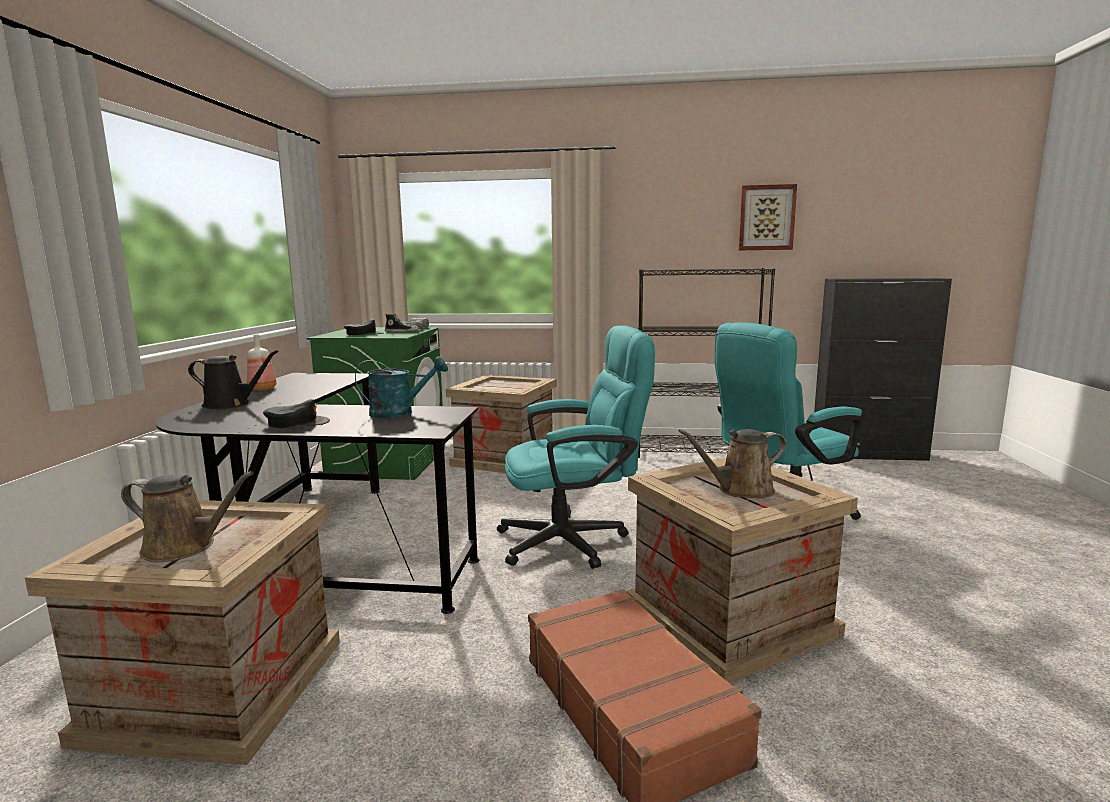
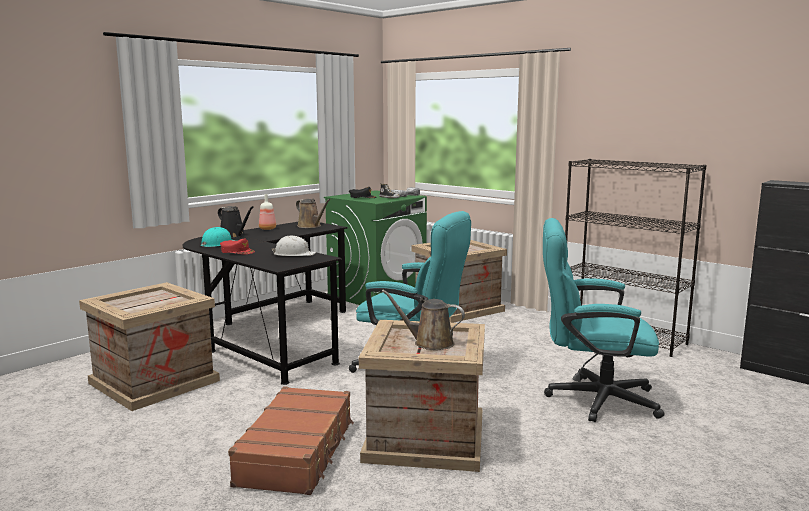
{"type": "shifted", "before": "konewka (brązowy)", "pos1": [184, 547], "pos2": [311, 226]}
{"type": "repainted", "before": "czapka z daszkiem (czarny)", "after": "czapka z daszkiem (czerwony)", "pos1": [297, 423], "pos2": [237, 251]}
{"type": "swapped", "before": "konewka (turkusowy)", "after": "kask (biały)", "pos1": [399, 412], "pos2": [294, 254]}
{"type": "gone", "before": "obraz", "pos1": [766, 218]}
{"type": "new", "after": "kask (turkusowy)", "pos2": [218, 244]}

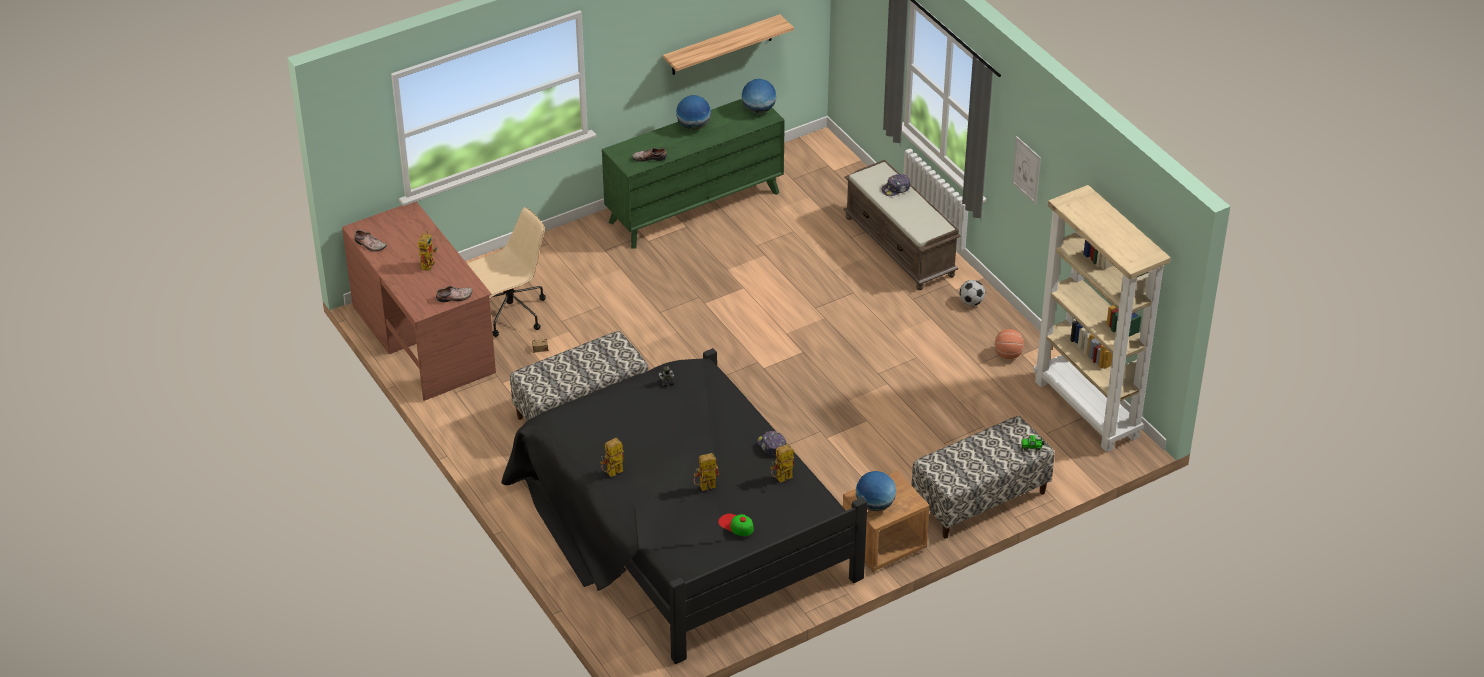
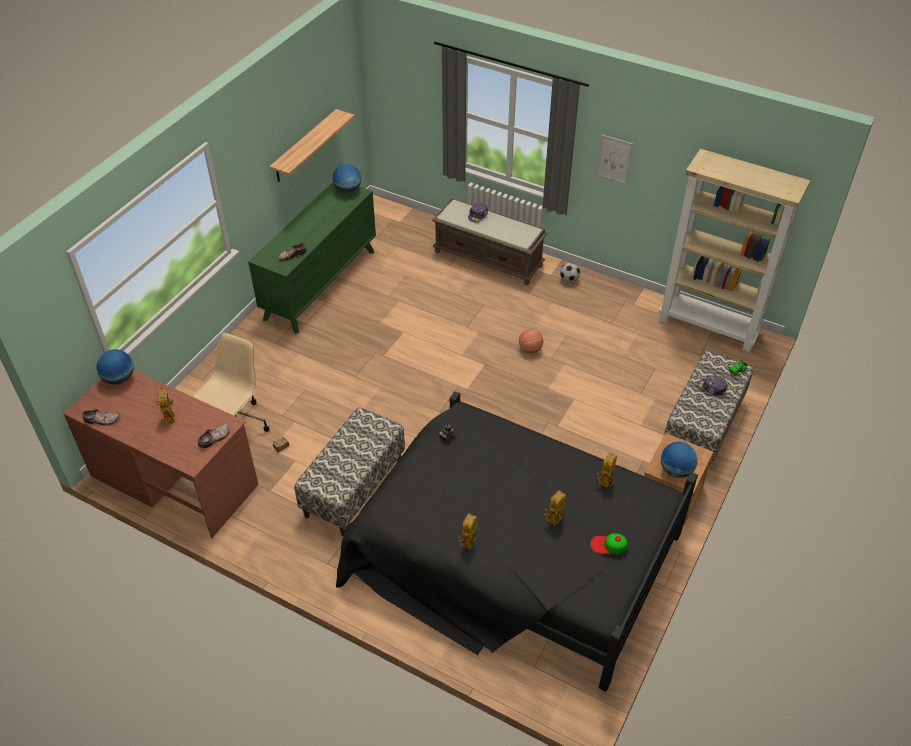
{"type": "shifted", "before": "globus", "pos1": [693, 126], "pos2": [119, 378]}
{"type": "shifted", "before": "czapka z daszkiem", "pos1": [771, 446], "pos2": [711, 388]}
{"type": "shifted", "before": "piłka do koszykówki", "pos1": [1008, 355], "pos2": [530, 349]}

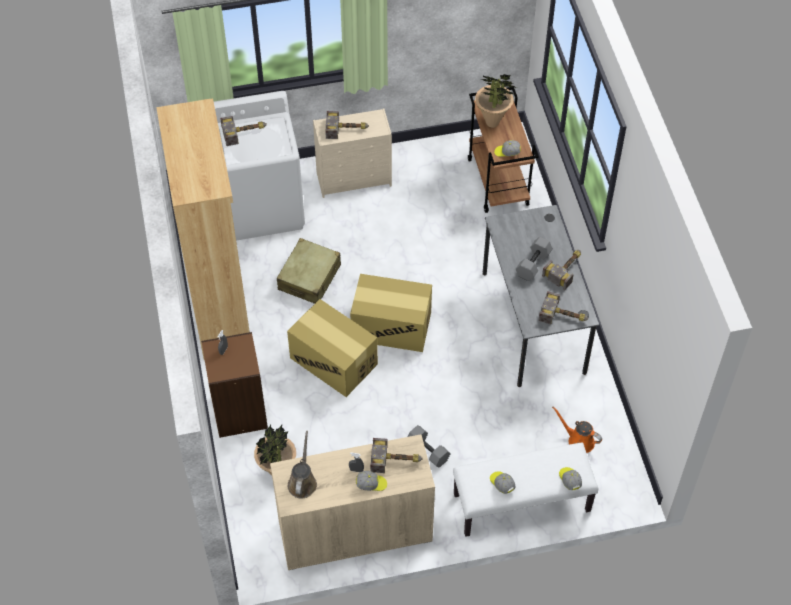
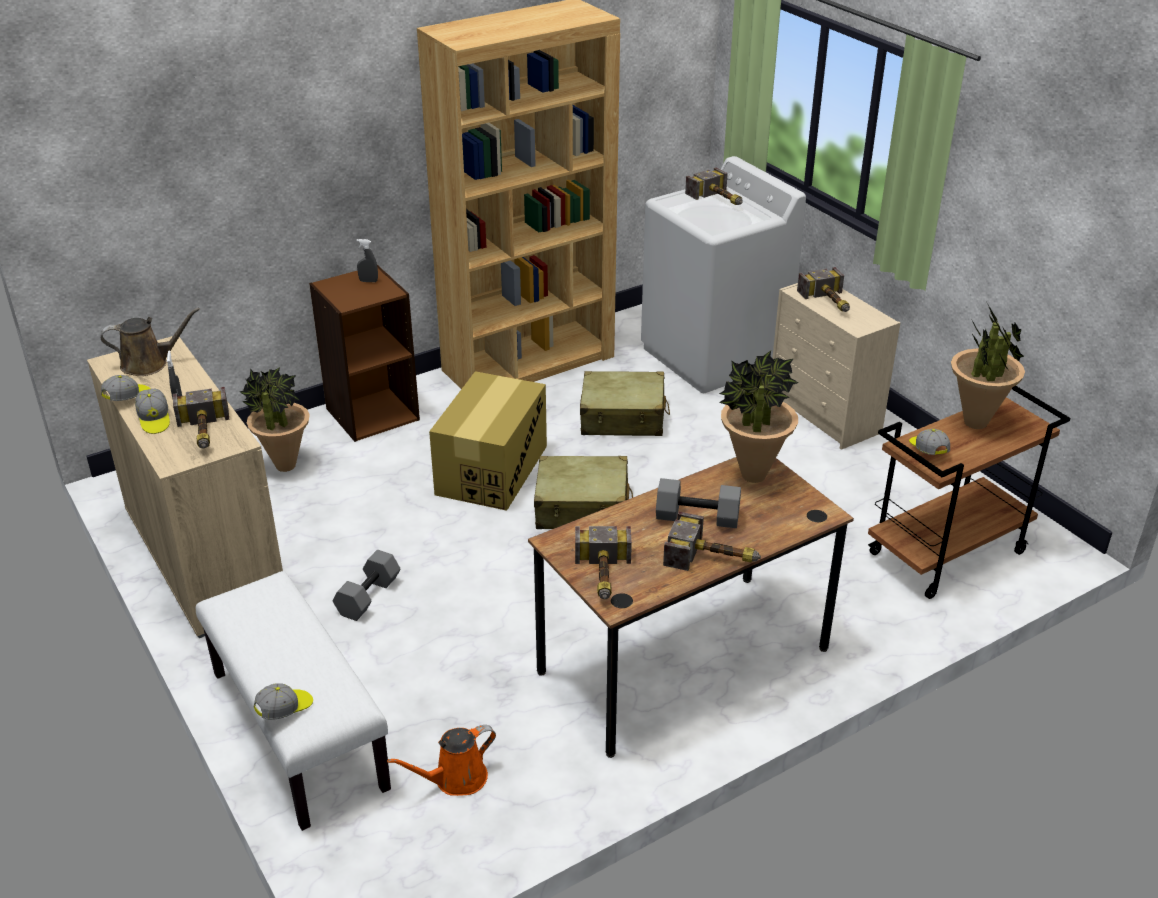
{"type": "swapped", "before": "karton", "after": "walizka (beżowy)", "pos1": [391, 326], "pos2": [582, 507]}
{"type": "repainted", "before": "biurko (szary)", "after": "biurko (brązowy)", "pos1": [533, 322], "pos2": [683, 660]}
{"type": "shifted", "before": "czapka z daszkiem", "pos1": [501, 484], "pos2": [128, 397]}
{"type": "rotated", "before": "konewka (pomarańczowy)", "pos1": [578, 440], "pos2": [455, 779], "turn": -135}
{"type": "new", "after": "roślina doniczkowa", "pos2": [753, 476]}

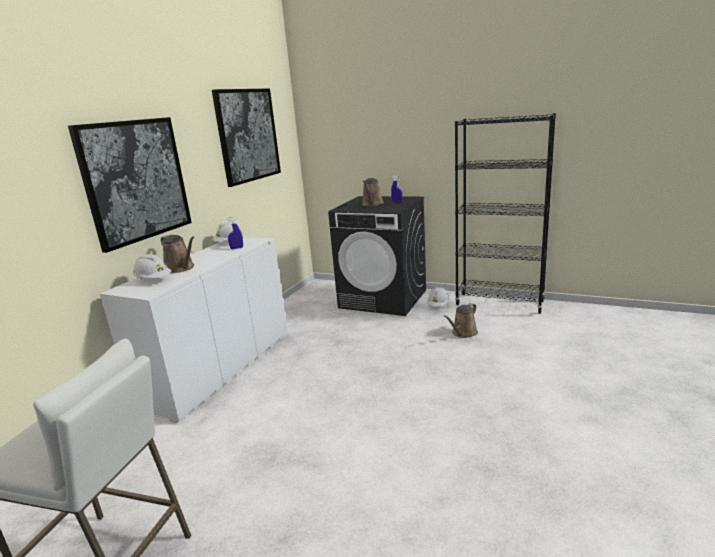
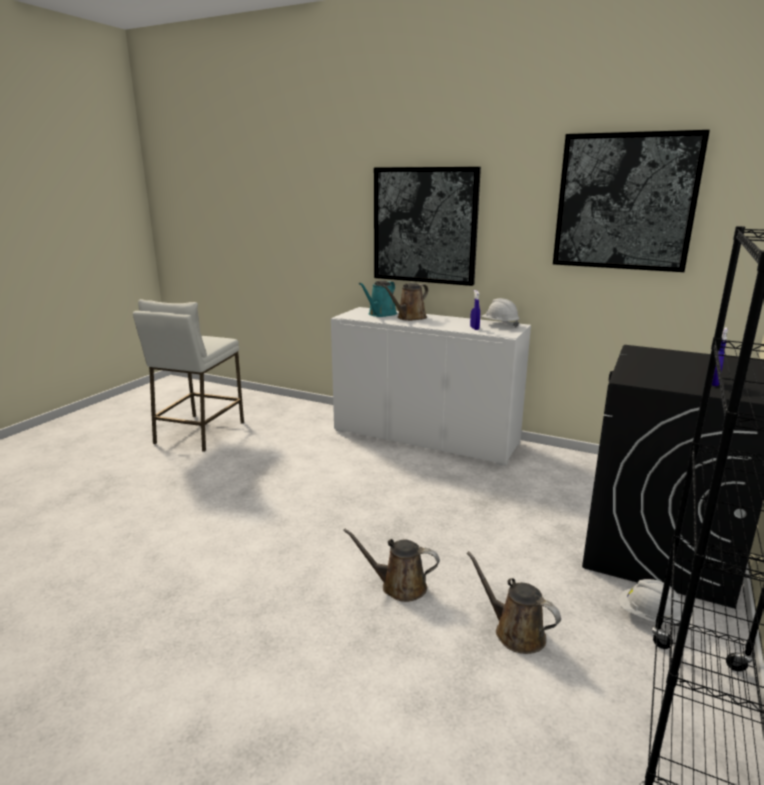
{"type": "swapped", "before": "kask (biały)", "after": "konewka (turkusowy)", "pos1": [153, 280], "pos2": [380, 314]}
{"type": "shifted", "before": "konewka (brązowy)", "pos1": [372, 204], "pos2": [399, 586]}

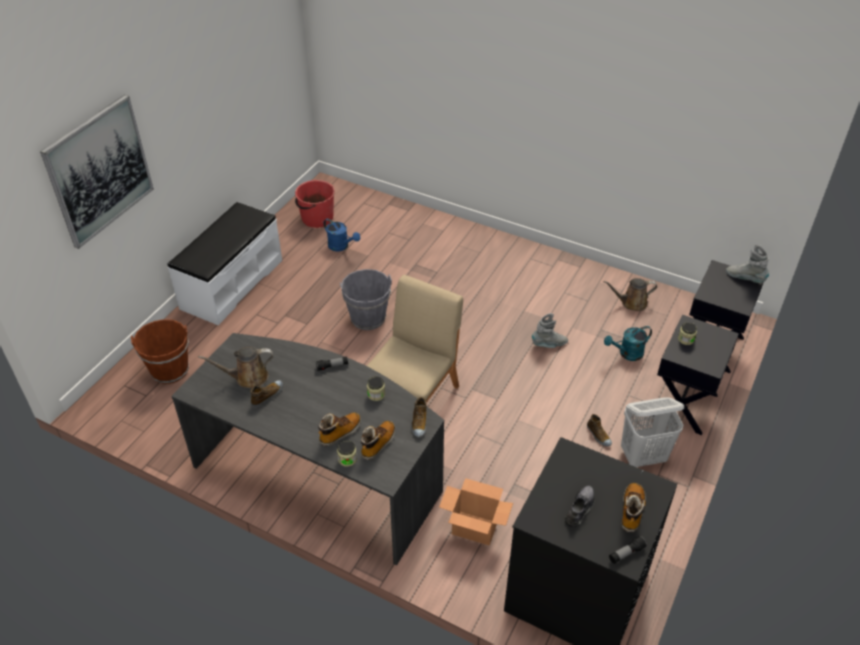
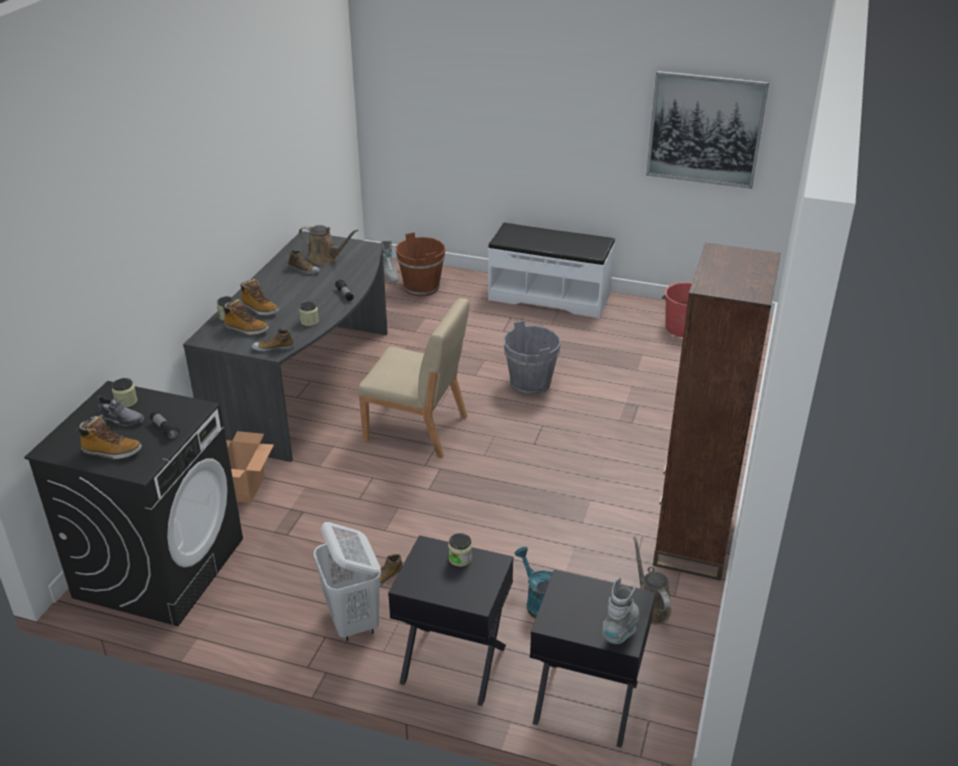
{"type": "shifted", "before": "obraz", "pos1": [99, 171], "pos2": [705, 129]}
{"type": "rotated", "before": "konewka (brązowy)", "pos1": [248, 377], "pos2": [325, 258], "turn": 135}
{"type": "gone", "before": "konewka (niebieski)", "pos1": [341, 246]}
{"type": "shifted", "before": "but z cholewką (szary)", "pos1": [549, 344], "pos2": [388, 275]}
{"type": "shifted", "before": "latarka", "pos1": [626, 553], "pos2": [164, 429]}
{"type": "new", "after": "słoik", "pos2": [126, 402]}
{"type": "new", "after": "regał (brązowy)", "pos2": [693, 540]}

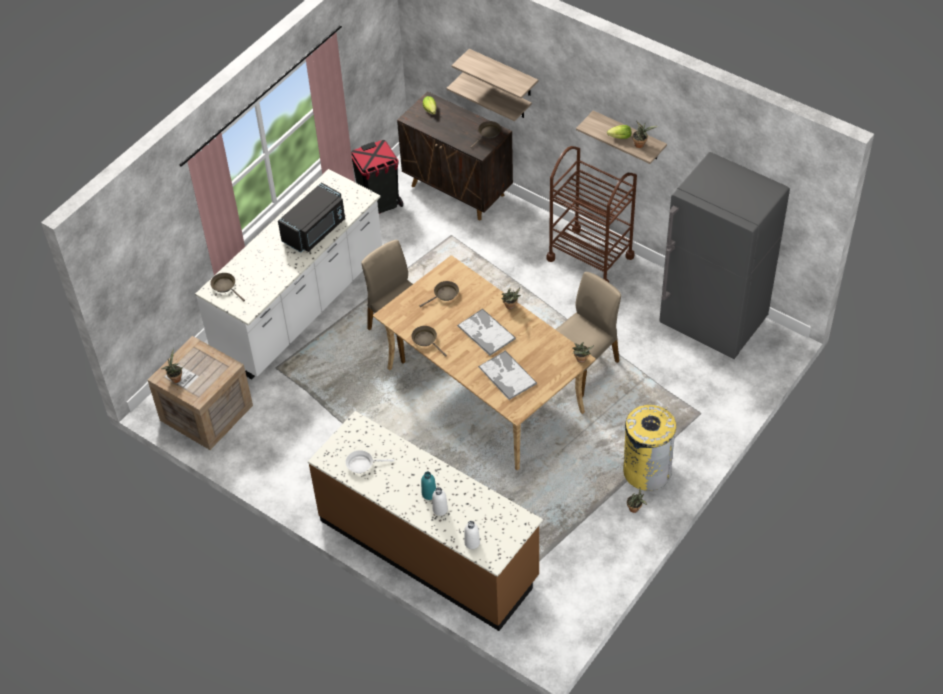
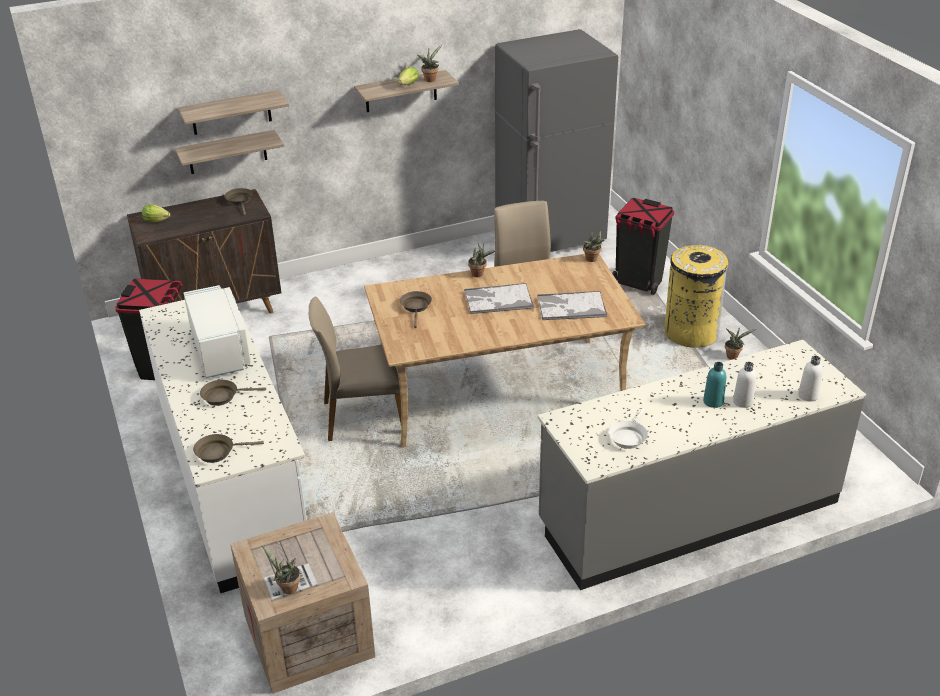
{"type": "repainted", "before": "mikrofalówka (czarny)", "after": "mikrofalówka (biały)", "pos1": [315, 231], "pos2": [221, 350]}
{"type": "repainted", "before": "zabudowa kuchenna (brązowy)", "after": "zabudowa kuchenna (szary)", "pos1": [429, 549], "pos2": [688, 513]}
{"type": "shifted", "before": "patelnia (brązowy)", "pos1": [426, 340], "pos2": [223, 396]}
{"type": "gone", "before": "wózek (brązowy)", "pos1": [590, 257]}
{"type": "new", "after": "kosz na śmieci (czarny)", "pos2": [638, 282]}

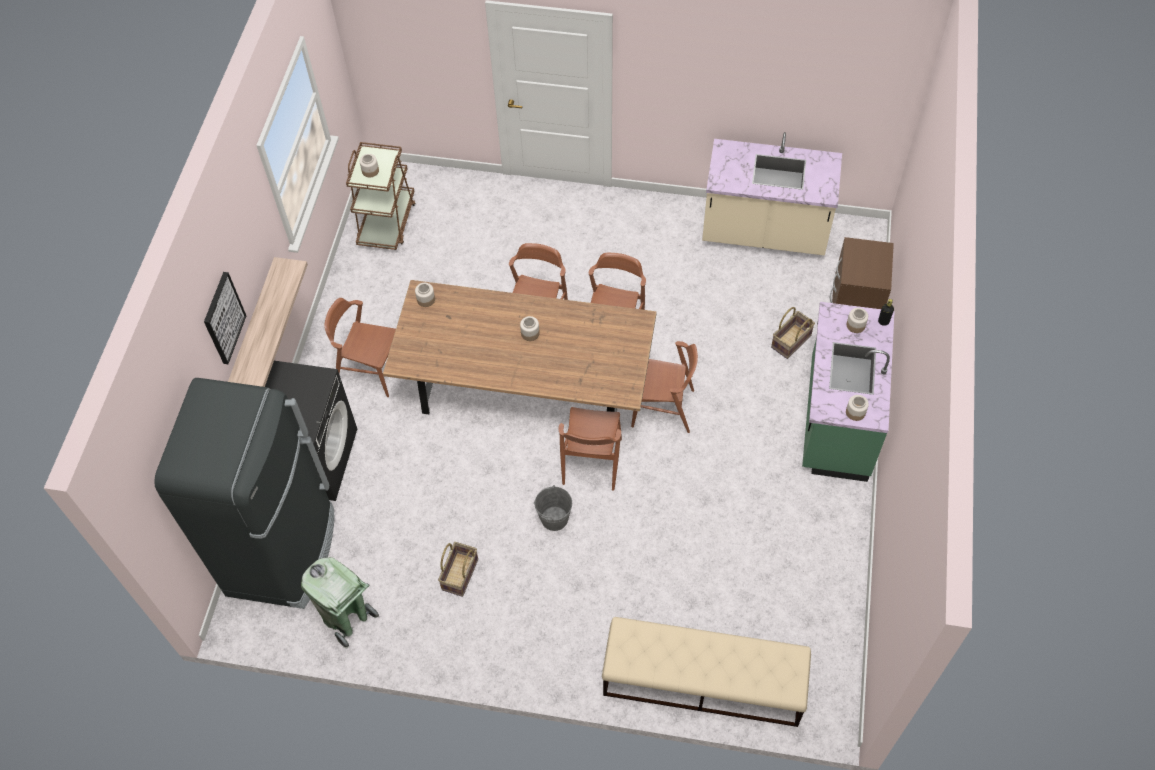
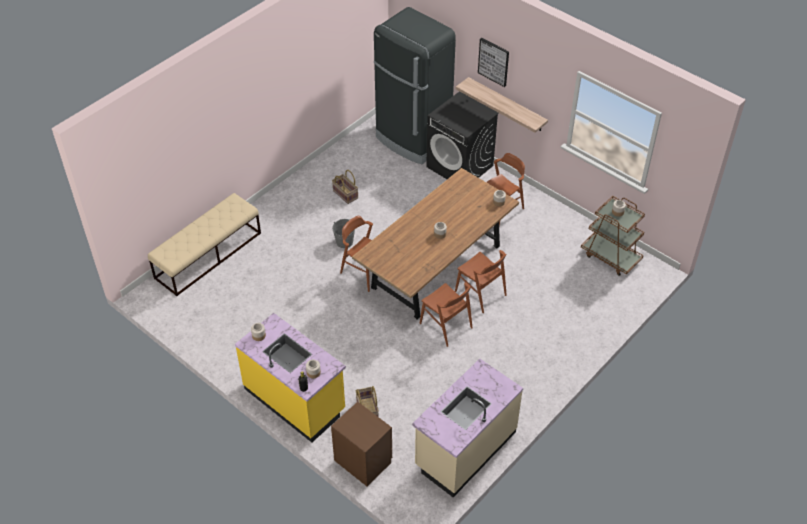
{"type": "gone", "before": "kosz na śmieci (zielony)", "pos1": [347, 618]}
{"type": "gone", "before": "krzesło (brązowy)", "pos1": [663, 408]}
{"type": "repainted", "before": "zabudowa kuchenna (zielony)", "after": "zabudowa kuchenna (żółty)", "pos1": [836, 419], "pos2": [295, 399]}

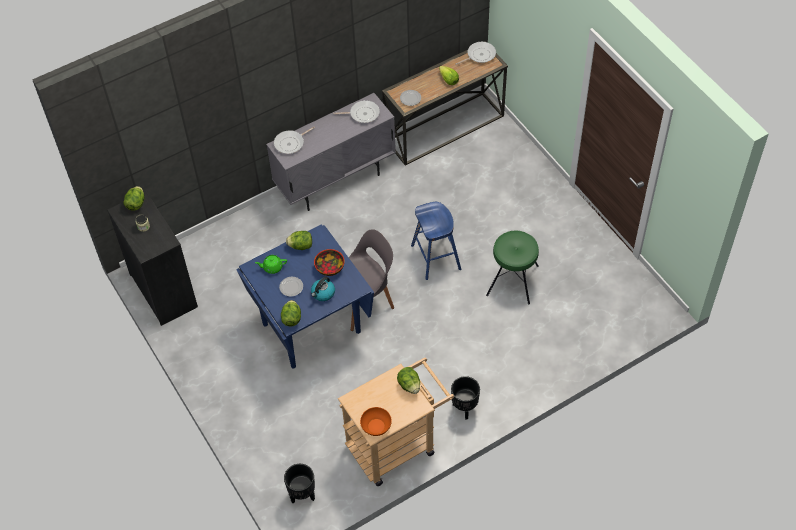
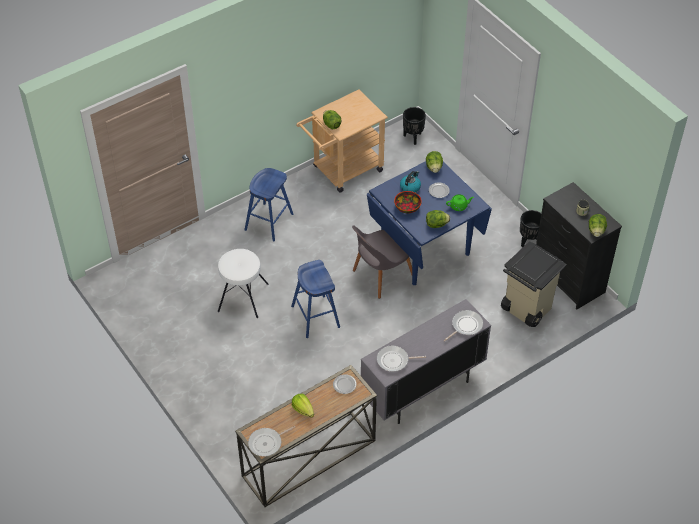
{"type": "gone", "before": "miska (pomarańczowy)", "pos1": [376, 426]}
{"type": "shifted", "before": "donica (czarny)", "pos1": [464, 408], "pos2": [529, 241]}
{"type": "repainted", "before": "stołek (zielony)", "after": "stołek (biały)", "pos1": [513, 280], "pos2": [242, 297]}
{"type": "new", "after": "stołek (niebieski)", "pos2": [269, 222]}
{"type": "new", "after": "kosz na śmieci (beżowy)", "pos2": [525, 309]}

